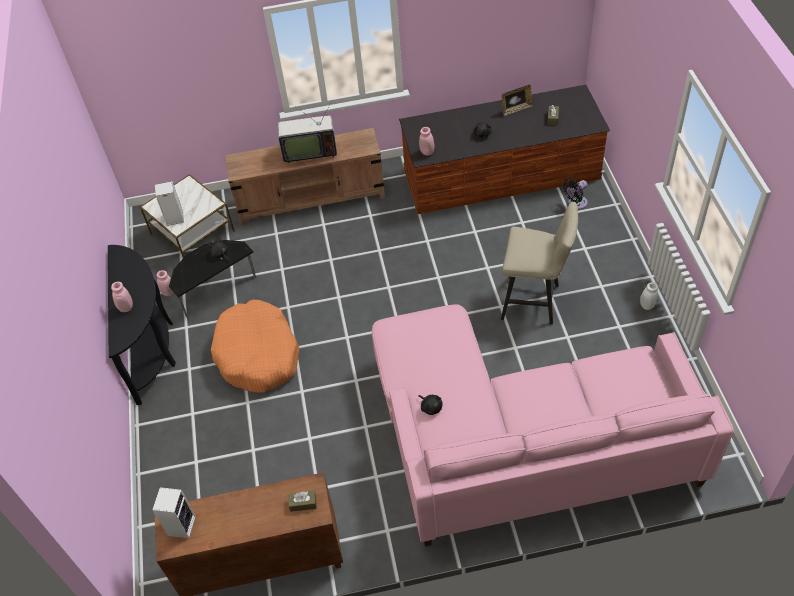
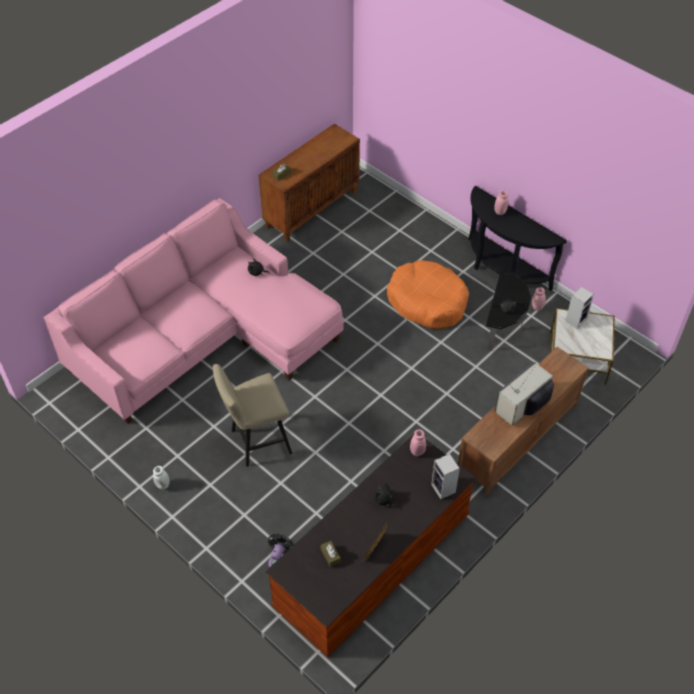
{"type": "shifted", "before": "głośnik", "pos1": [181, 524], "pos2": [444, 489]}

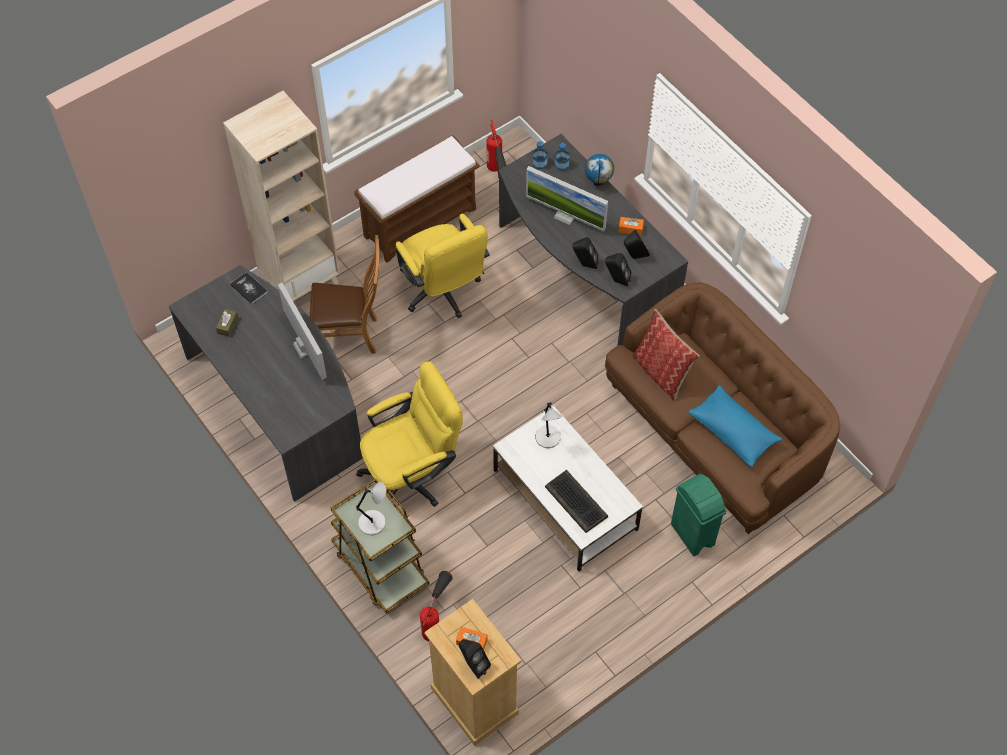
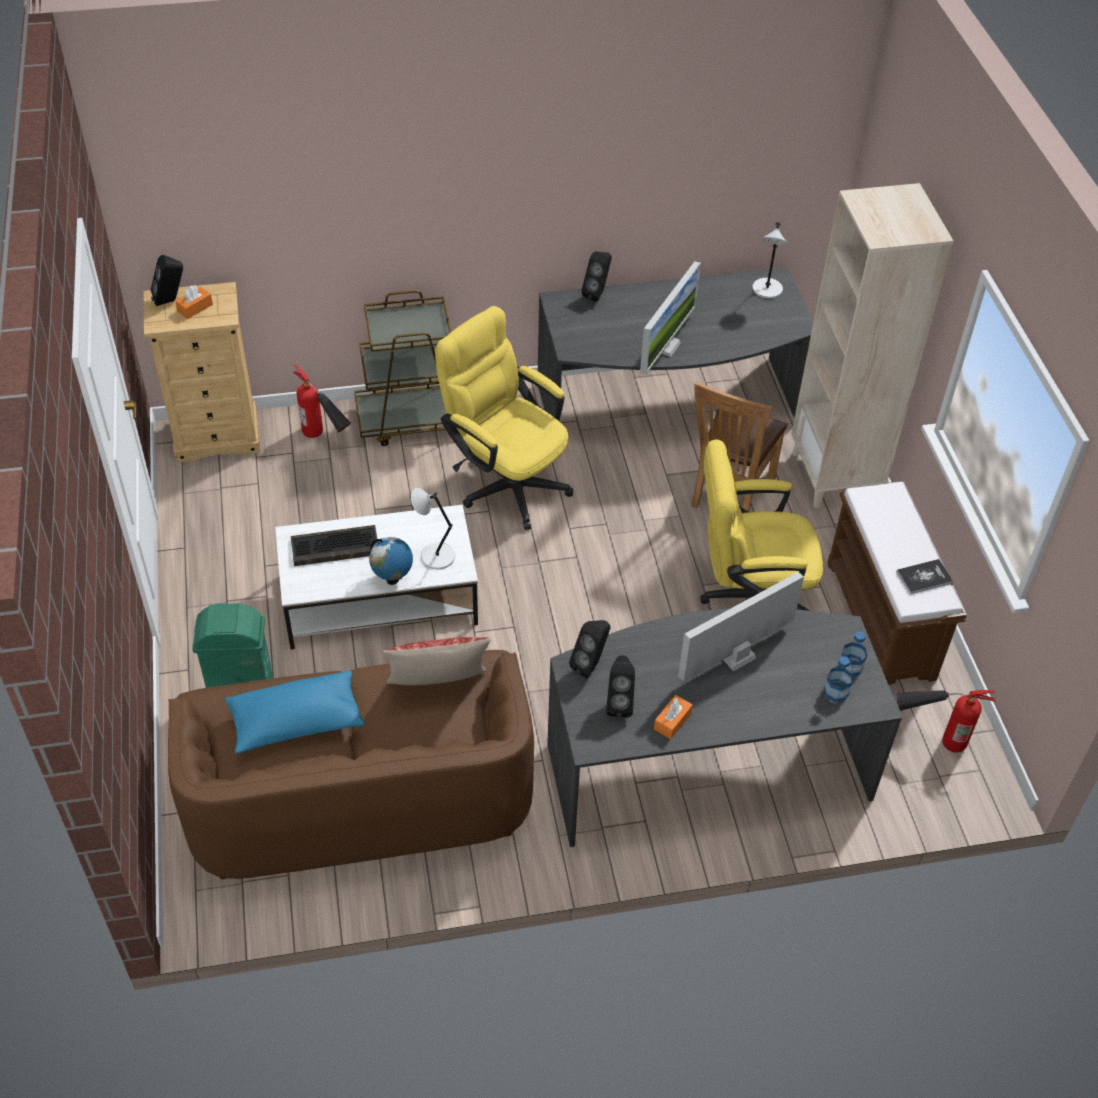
{"type": "gone", "before": "pudełko chusteczek (brązowy)", "pos1": [227, 325]}
{"type": "shifted", "before": "książka", "pos1": [249, 288], "pos2": [924, 577]}
{"type": "rotated", "before": "monitor", "pos1": [304, 348], "pos2": [666, 346], "turn": -60}
{"type": "rotated", "before": "krzesło biurowe (żółty)", "pos1": [413, 474], "pos2": [506, 481], "turn": 135}
{"type": "shifted", "before": "lampa stołowa (szary)", "pos1": [373, 522], "pos2": [767, 290]}
{"type": "shifted", "before": "głośnik (czarny)", "pos1": [584, 264], "pos2": [597, 293]}
{"type": "shifted", "before": "globus", "pos1": [598, 182], "pos2": [392, 579]}

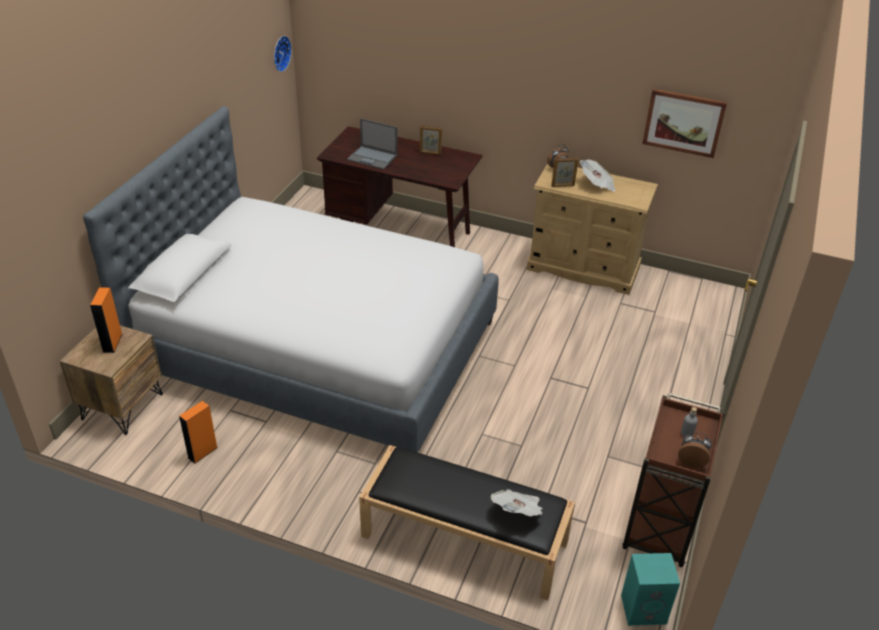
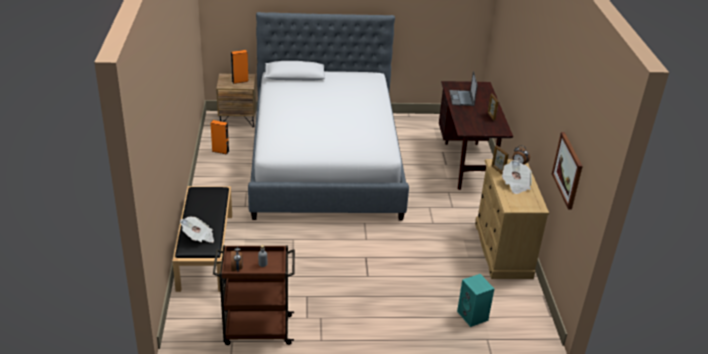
{"type": "gone", "before": "zegar ścienny", "pos1": [280, 53]}
{"type": "shifted", "before": "głośnik (turkusowy)", "pos1": [644, 608], "pos2": [473, 316]}

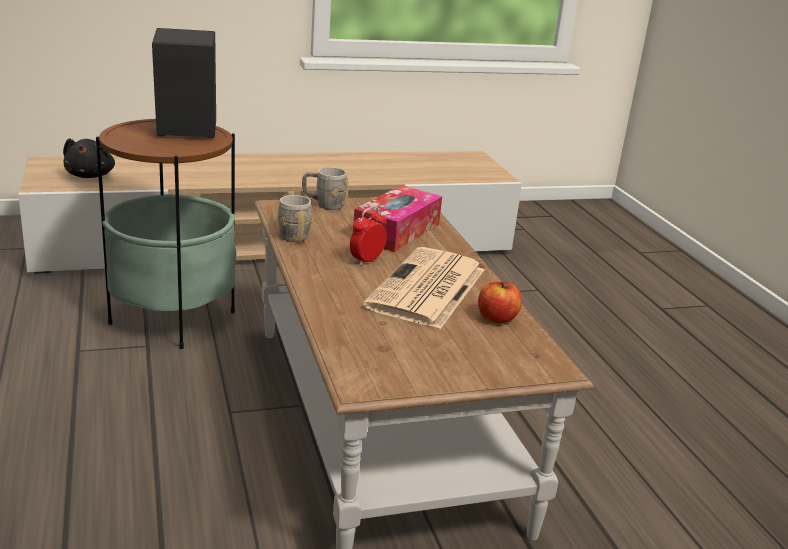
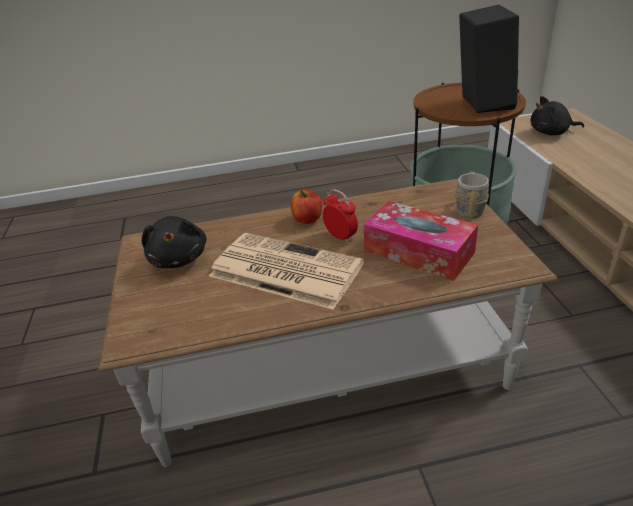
{"type": "gone", "before": "kubek (szary)", "pos1": [291, 234]}
{"type": "shifted", "before": "jabłko", "pos1": [497, 318], "pos2": [307, 219]}
{"type": "new", "after": "pluszak (czarny)", "pos2": [179, 258]}

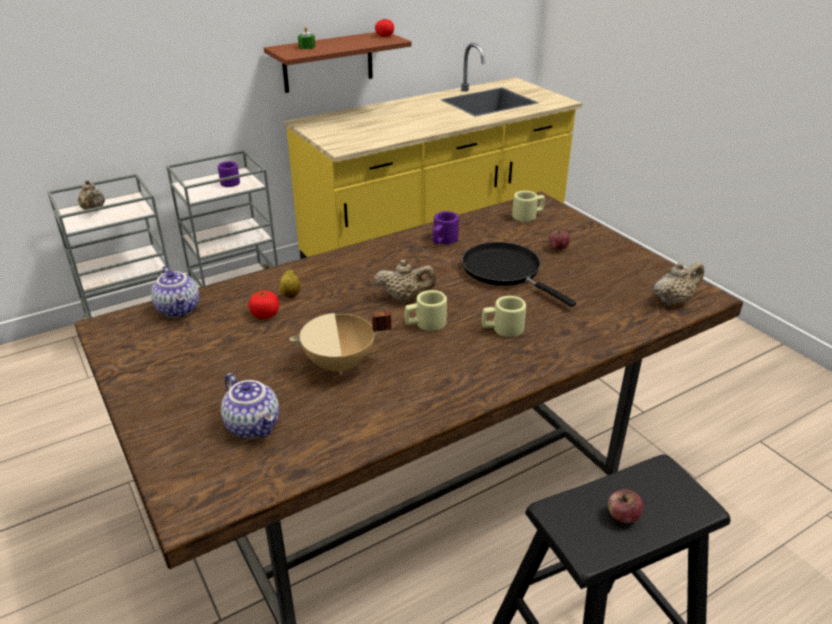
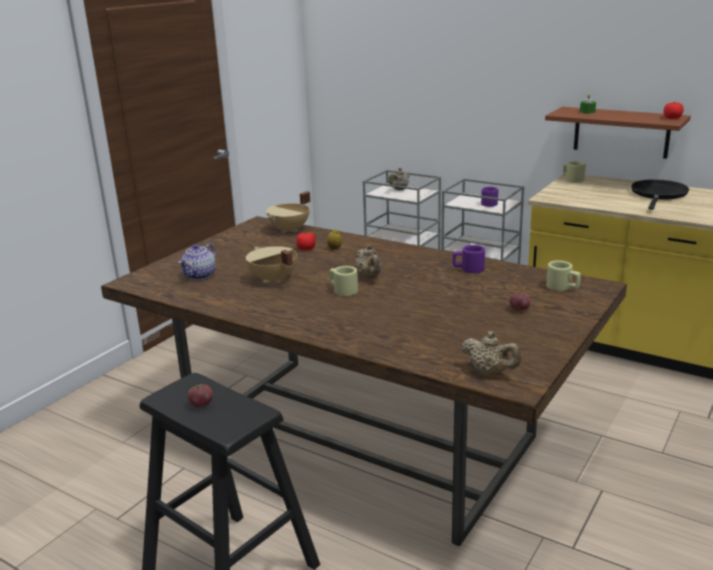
{"type": "swapped", "before": "imbryk", "after": "garnek (beżowy)", "pos1": [180, 309], "pos2": [290, 230]}
{"type": "shifted", "before": "patelnia (czarny)", "pos1": [505, 271], "pos2": [658, 194]}
{"type": "shifted", "before": "kubek (beżowy)", "pos1": [502, 329], "pos2": [572, 179]}

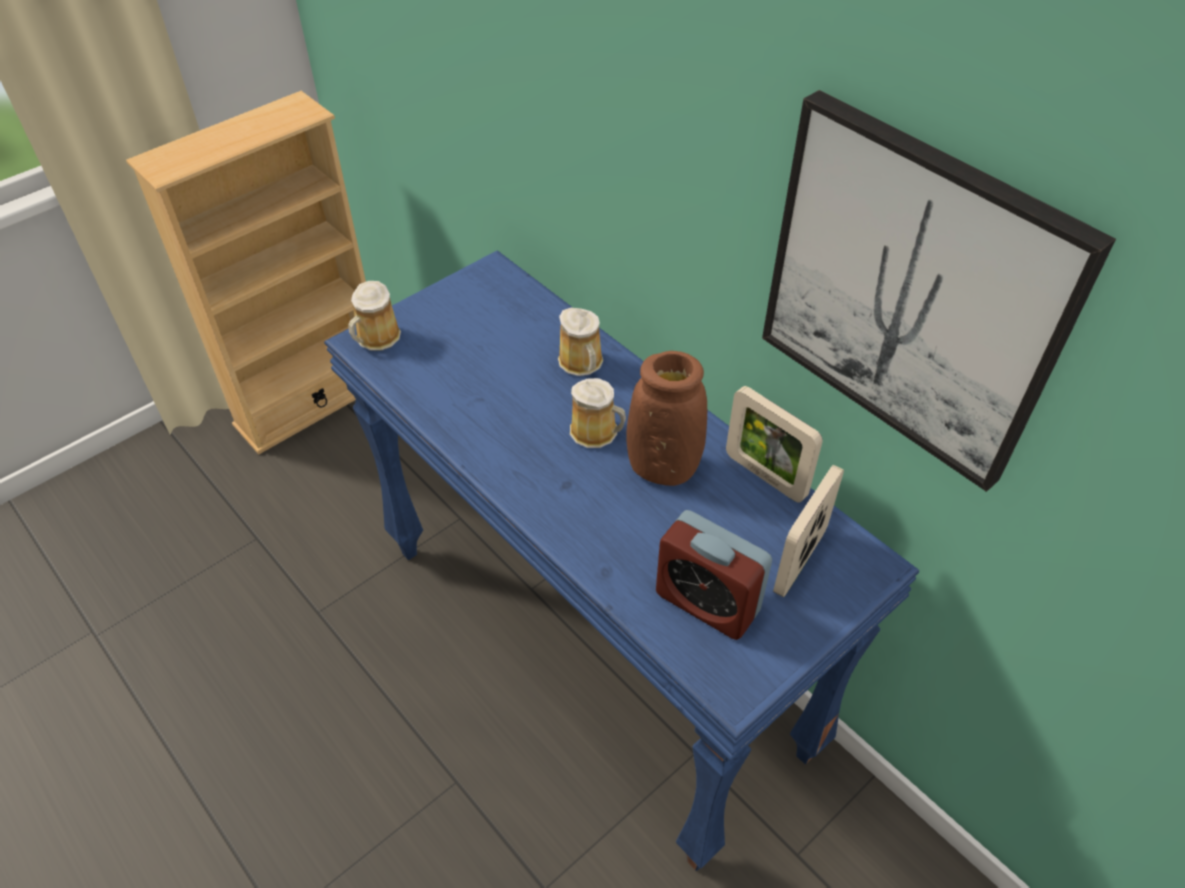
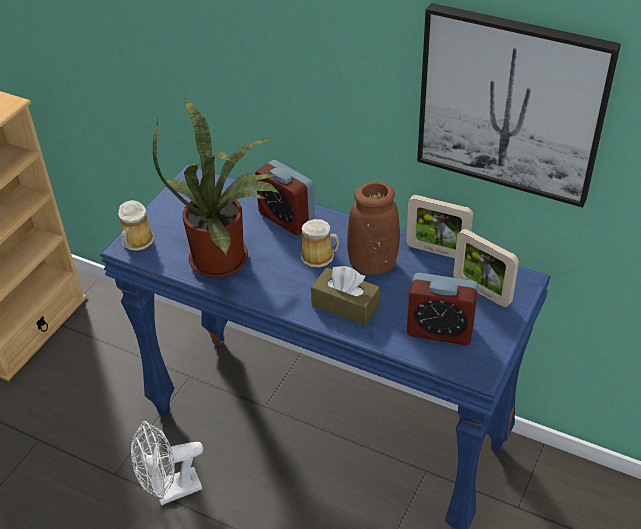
{"type": "swapped", "before": "kubek", "after": "budzik", "pos1": [582, 363], "pos2": [286, 218]}
{"type": "rotated", "before": "ramka na zdjęcie", "pos1": [800, 561], "pos2": [481, 292], "turn": -60}
{"type": "new", "after": "wentylator (biały)", "pos2": [170, 491]}
{"type": "new", "after": "roślina doniczkowa", "pos2": [225, 259]}
{"type": "new", "after": "pudełko chusteczek (brązowy)", "pos2": [345, 305]}

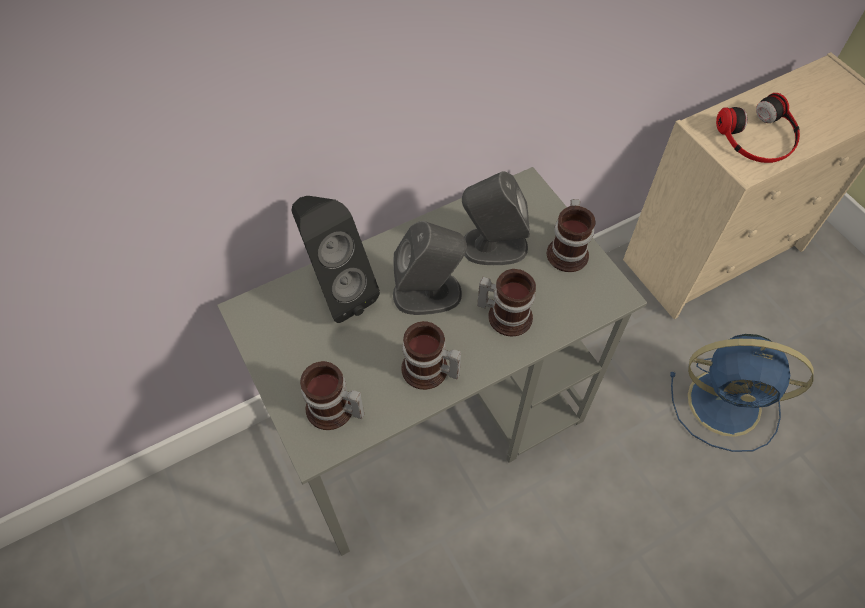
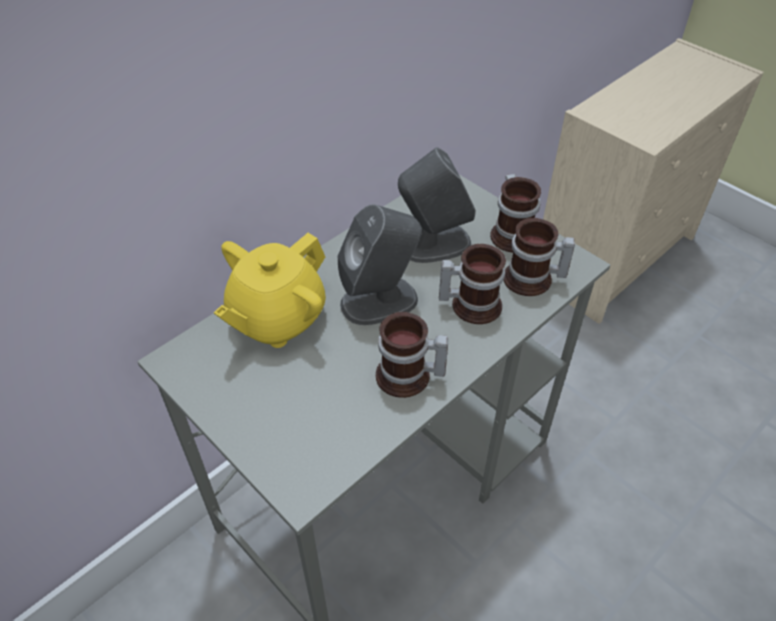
{"type": "swapped", "before": "głośnik (czarny)", "after": "imbryk (żółty)", "pos1": [337, 291], "pos2": [277, 319]}
{"type": "shifted", "before": "kubek", "pos1": [333, 411], "pos2": [532, 281]}
{"type": "gone", "before": "wentylator (niebieski)", "pos1": [727, 403]}
{"type": "gone", "before": "słuchawki", "pos1": [758, 137]}

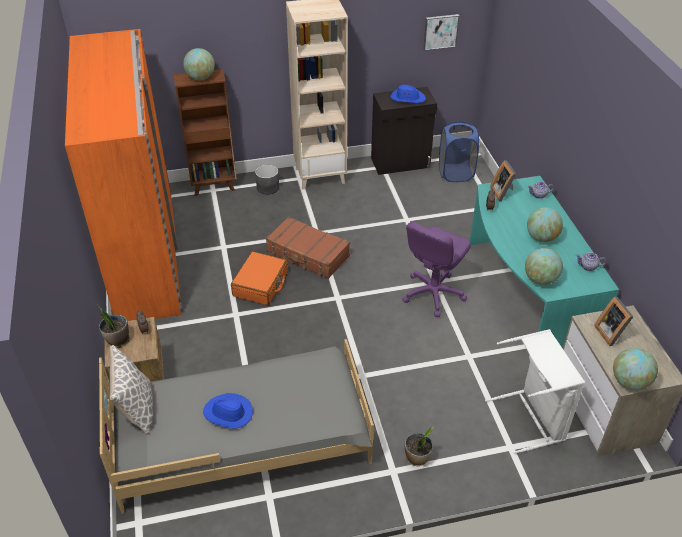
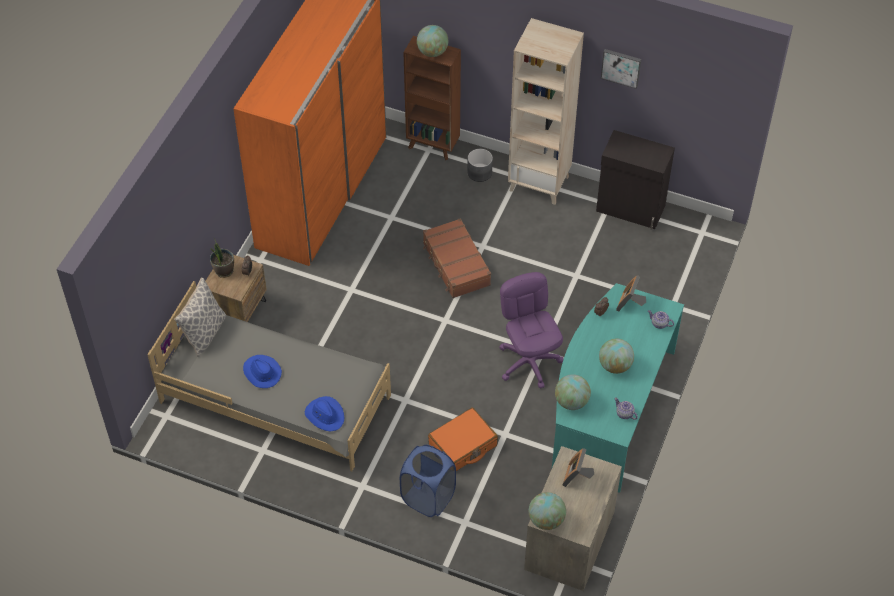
{"type": "shifted", "before": "walizka (pomarańczowy)", "pos1": [261, 284], "pos2": [463, 445]}
{"type": "shifted", "before": "kapelusz (niebieski)", "pos1": [407, 98], "pos2": [325, 415]}
{"type": "rotated", "before": "krzesło biurowe (fioletowy)", "pos1": [433, 293], "pos2": [529, 362], "turn": 90}
{"type": "gone", "before": "roślina doniczkowa", "pos1": [417, 458]}
{"type": "shifted", "before": "obraz", "pos1": [440, 31], "pos2": [621, 67]}
{"type": "shifted", "before": "kosz na pranie (niebieski)", "pos1": [455, 173], "pos2": [428, 497]}
{"type": "gone", "before": "kosz na pranie (biały)", "pos1": [532, 418]}

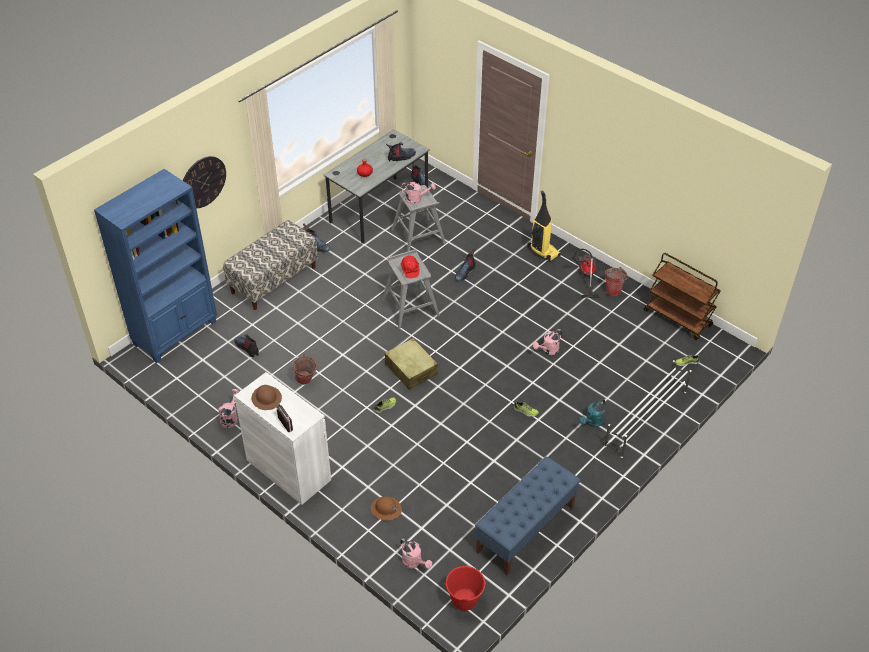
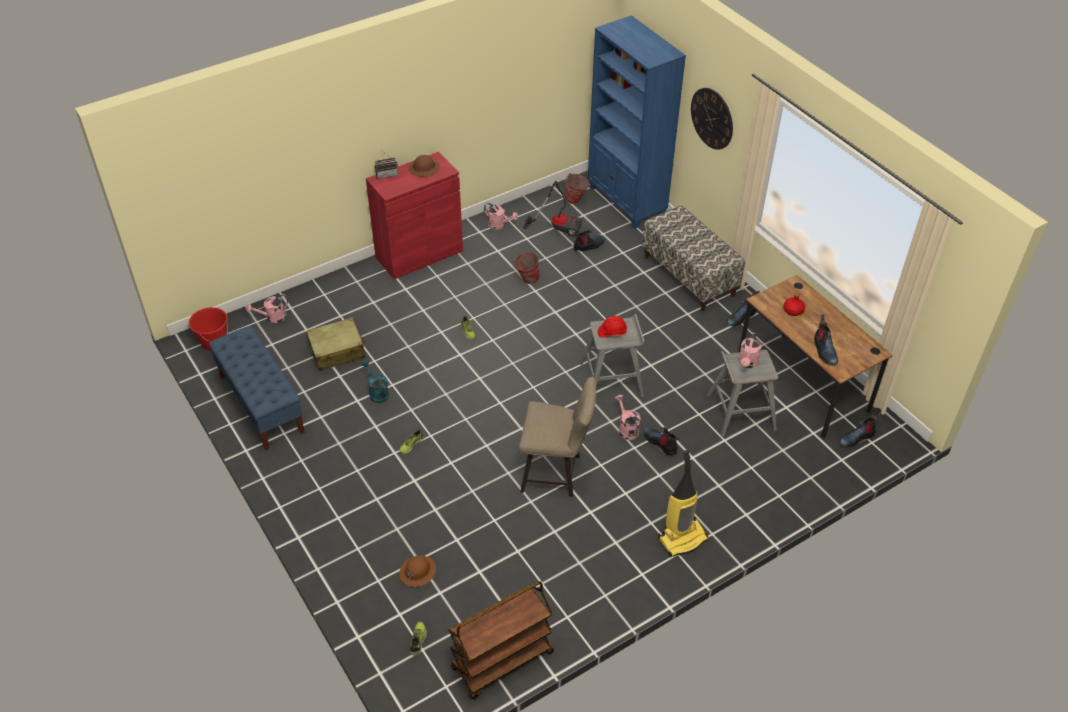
{"type": "repainted", "before": "szafka (biały)", "after": "szafka (czerwony)", "pos1": [288, 470], "pos2": [419, 254]}
{"type": "repainted", "before": "biurko (szary)", "after": "biurko (brązowy)", "pos1": [379, 209], "pos2": [802, 384]}
{"type": "shifted", "before": "kask (brązowy)", "pos1": [386, 509], "pos2": [417, 571]}
{"type": "shifted", "before": "walizka (beżowy)", "pos1": [411, 369], "pos2": [337, 351]}
{"type": "shifted", "before": "konewka (różowy)", "pos1": [548, 350], "pos2": [626, 428]}
{"type": "shifted", "before": "odkurzacz", "pos1": [585, 276], "pos2": [558, 226]}
{"type": "shifted", "before": "konewka (turkusowy)", "pos1": [592, 422], "pos2": [377, 392]}
{"type": "gone", "before": "regał na buty (biały)", "pos1": [645, 419]}
{"type": "shifted", "before": "wiadro", "pos1": [613, 290], "pos2": [576, 201]}
{"type": "new", "after": "stołek (beżowy)", "pos2": [556, 473]}

